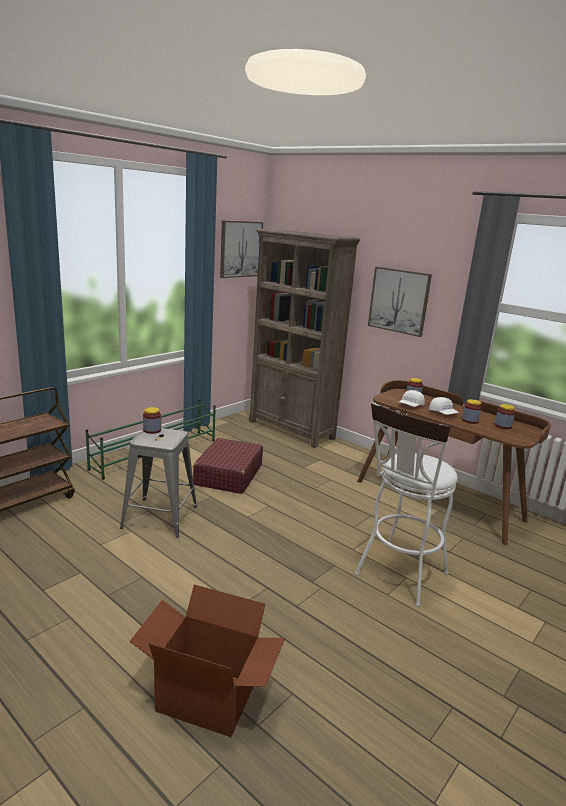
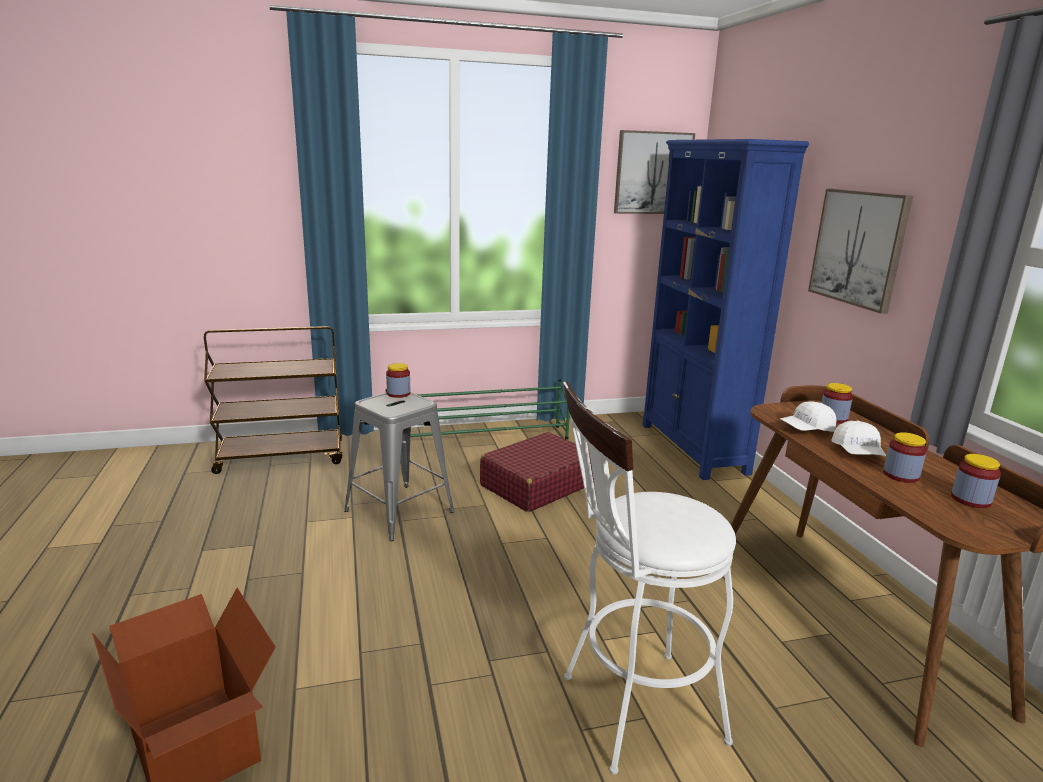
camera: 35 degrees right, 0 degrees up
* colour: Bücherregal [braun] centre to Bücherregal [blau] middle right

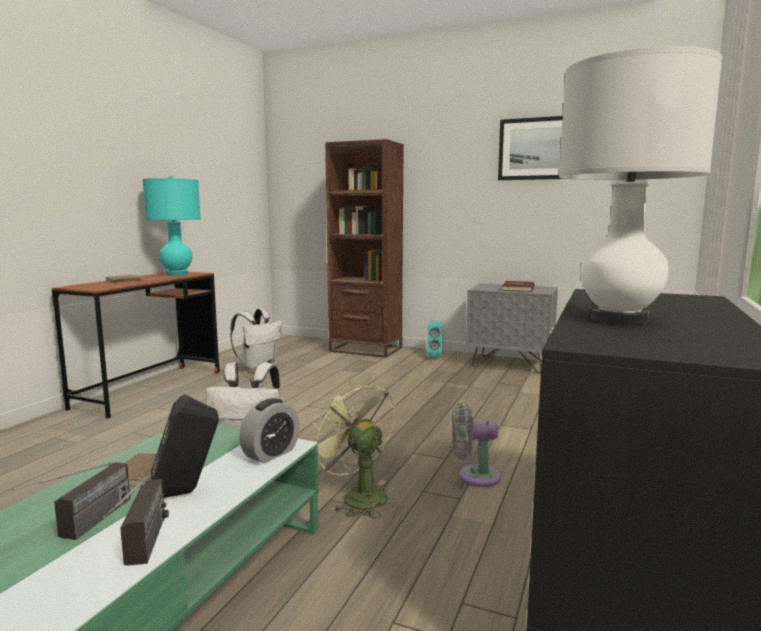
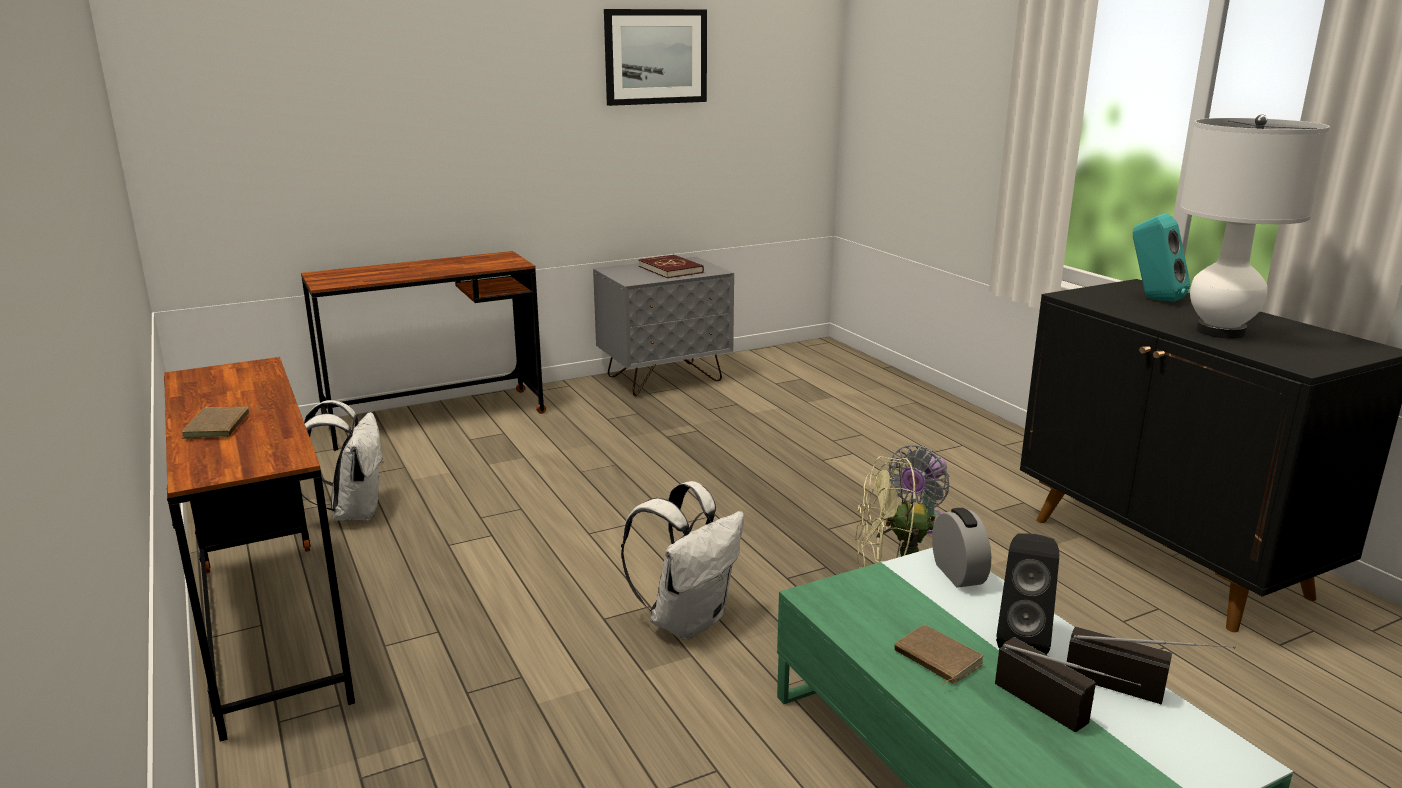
camera: 50 degrees left, 10 degrees up
* exchanged: Bücherregal [braun] centre to Schreibtisch [braun] (no. 2 from left) middle left
* missing: Tischlampe [türkis] middle left
* relocated: Lautsprecher [türkis] centre to top right

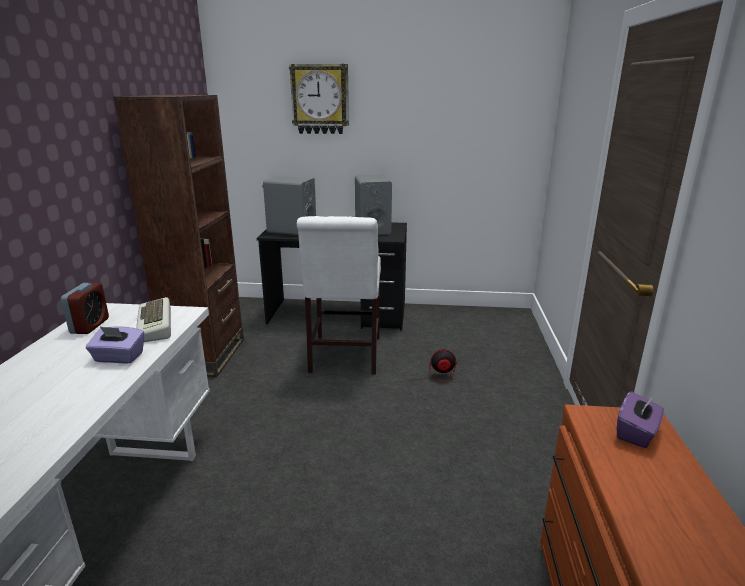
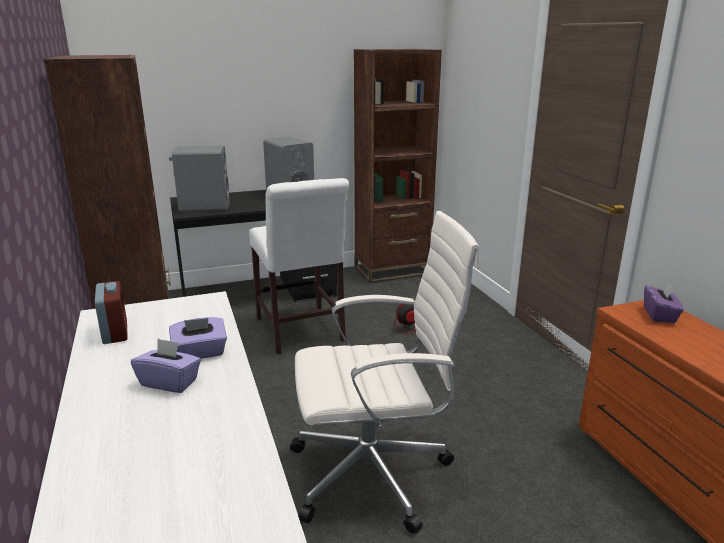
camera: 25 degrees left, 0 degrees up
* missing: Wanduhr top centre
* missing: Tastatur middle left
* appeared: Bücherregal [braun] (no. 2 from left) top centre
* appeared: Bürostuhl [weiß] bottom centre
* appeared: Taschentuchbox [lila] (no. 1 from left) bottom left

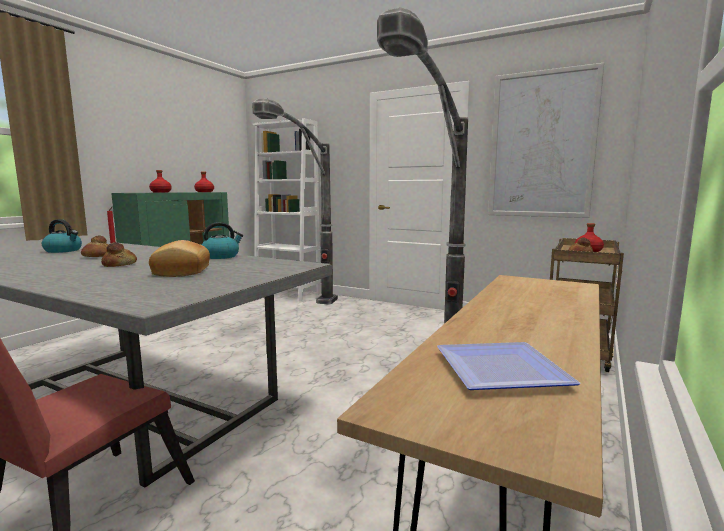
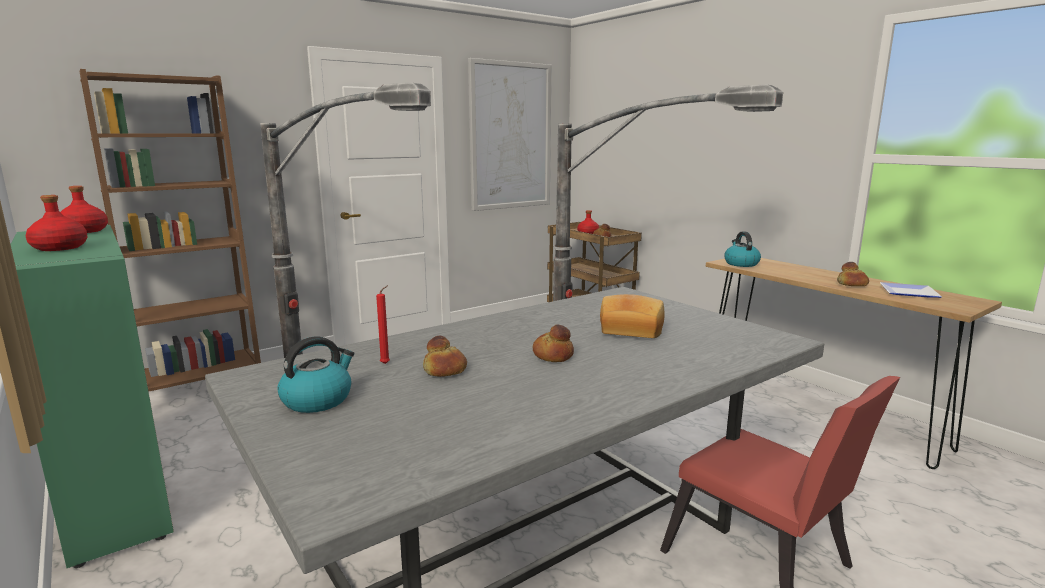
camera: 65 degrees left, 5 degrees up
* colour: Bücherregal [weiß] centre to Bücherregal [braun] middle left
* relocated: Wasserkessel (no. 2 from left) middle left to middle right
* appeared: Brot (no. 5 from left) middle right

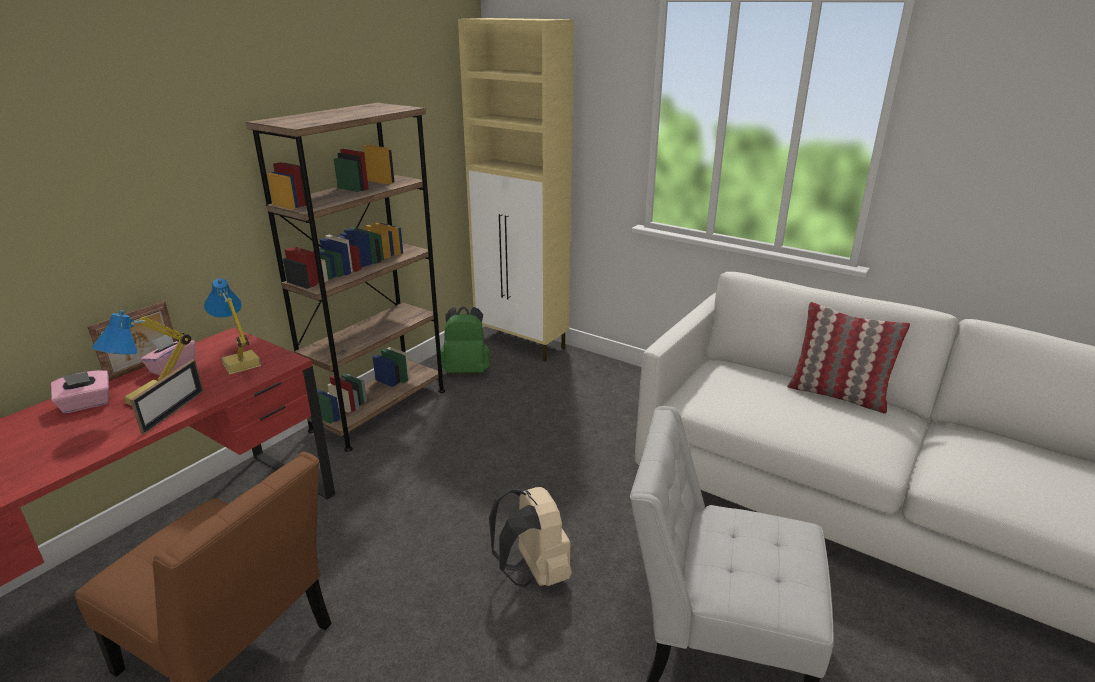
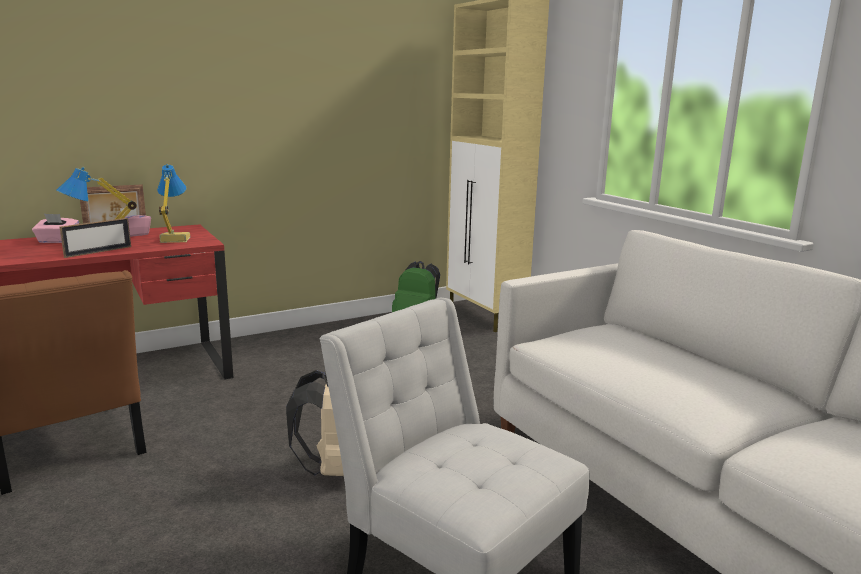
camera: 25 degrees right, 10 degrees down
* missing: Bücherregal [braun] middle left
* missing: Kissen middle right

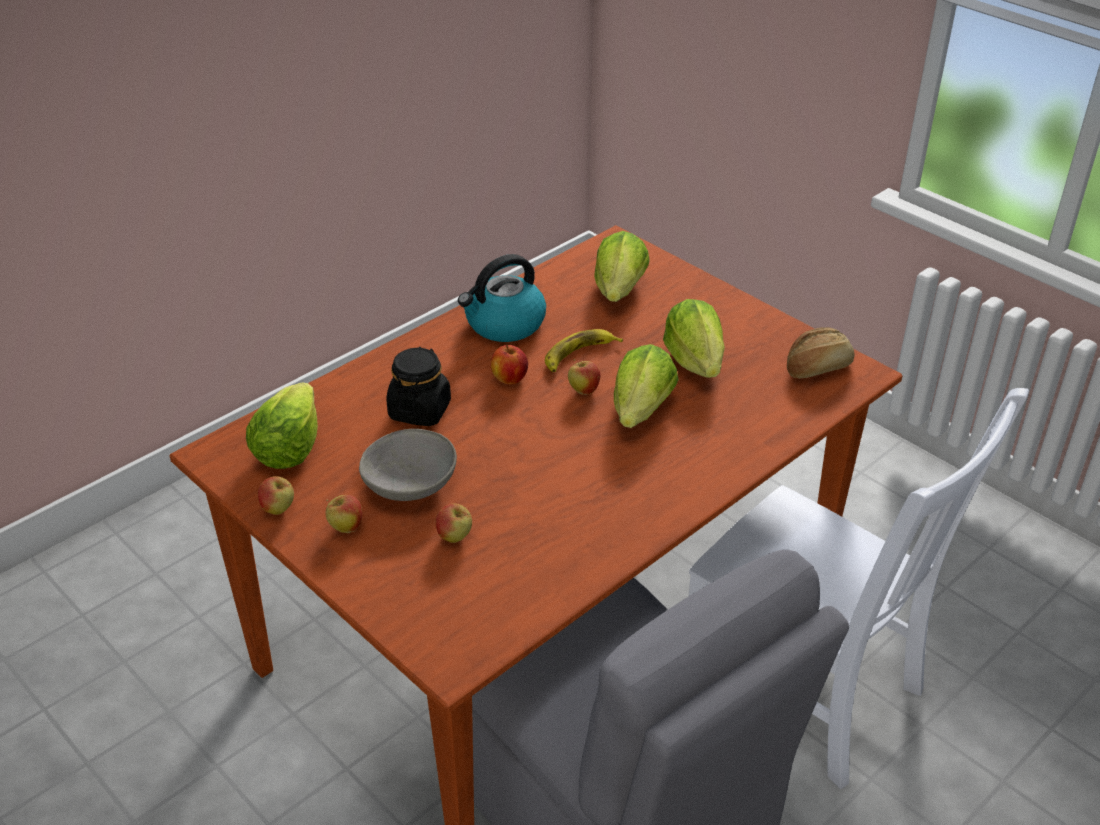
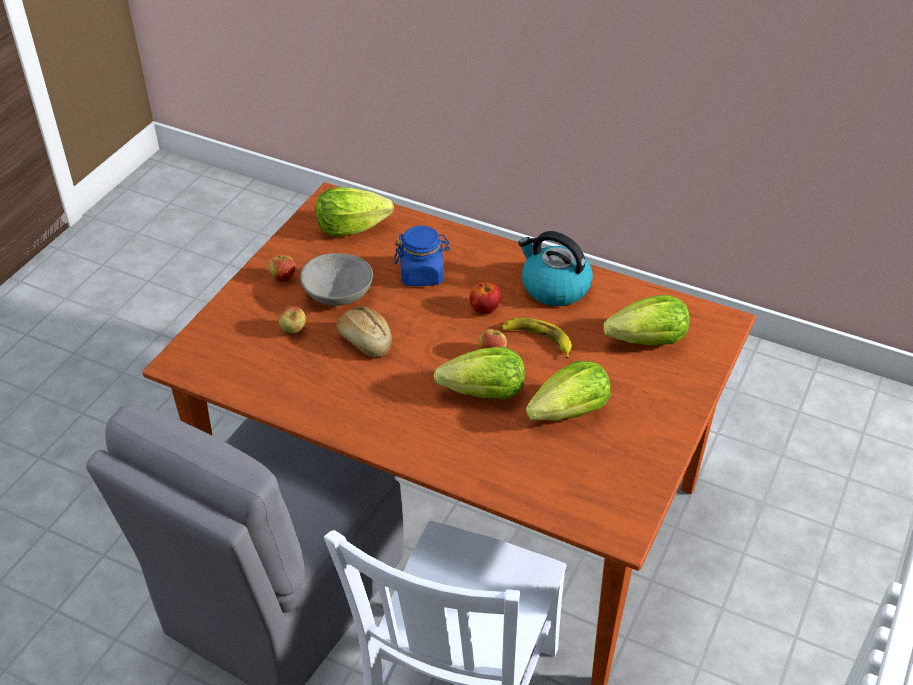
camera: 70 degrees right, 5 degrees up
* relocated: Brot middle right to centre
* colour: Vorratsglas [schwarz] centre to Vorratsglas [blau] centre
* missing: Apfel (no. 1 from left) middle left

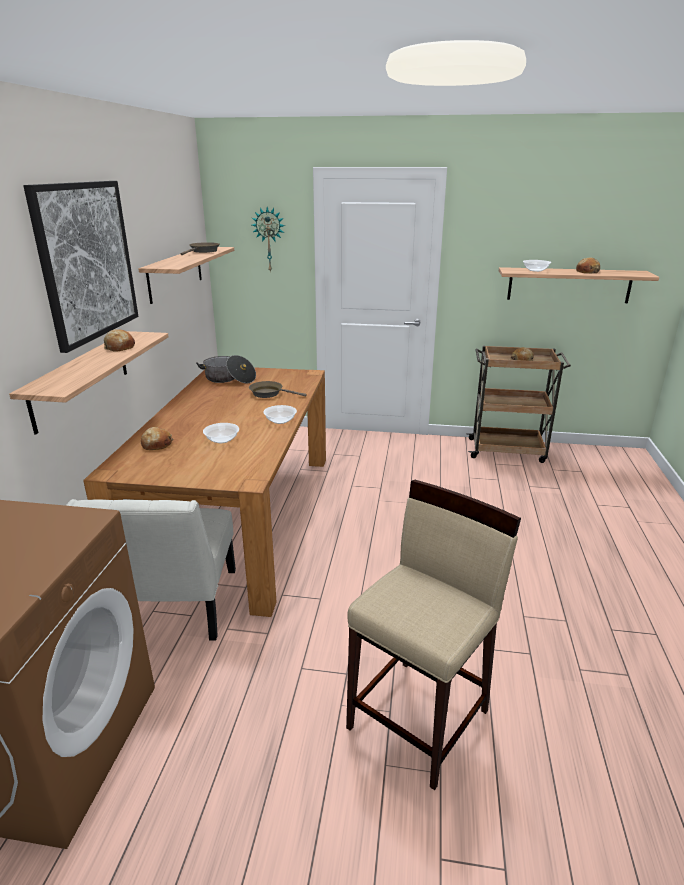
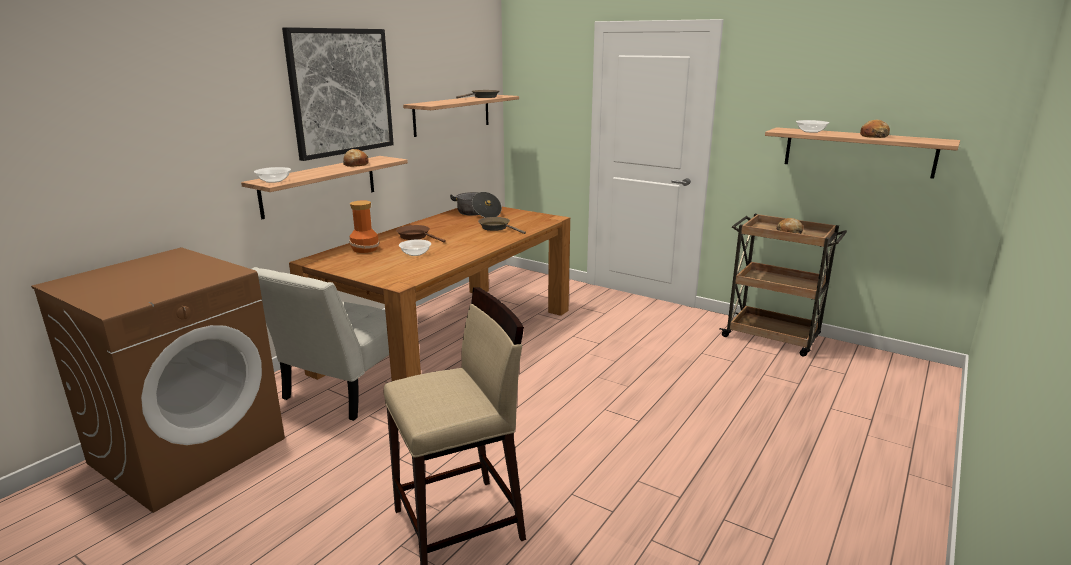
camera: 25 degrees right, 5 degrees down
* missing: Wanduhr top centre
* relocated: Schüssel (no. 2 from left in the first image) centre to Schüssel (no. 1 from left) top left
* exchanged: Brot (no. 2 from left) middle left to Vase centre
* appeared: Pfanne [braun] (no. 1 from left) centre

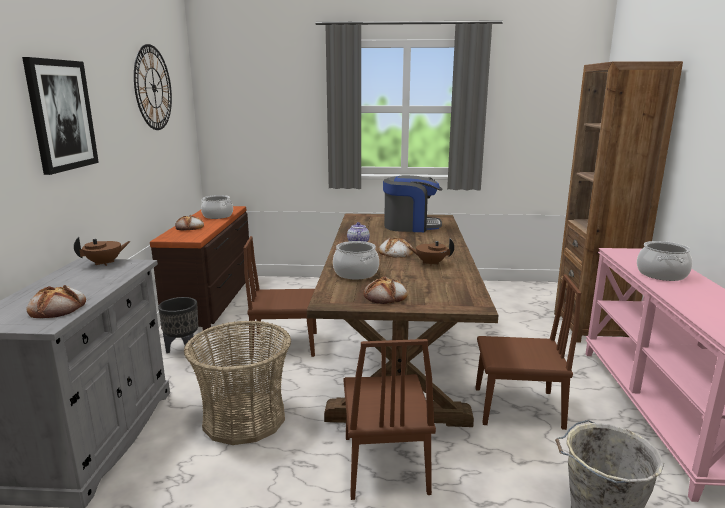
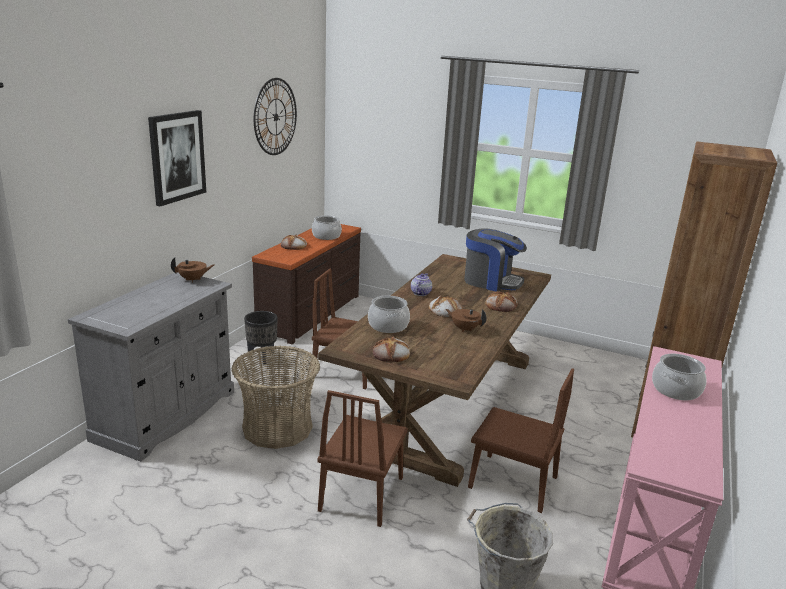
camera: 20 degrees right, 5 degrees up
* relocated: Brot (no. 1 from left in the first image) middle left to Brot (no. 4 from left) centre

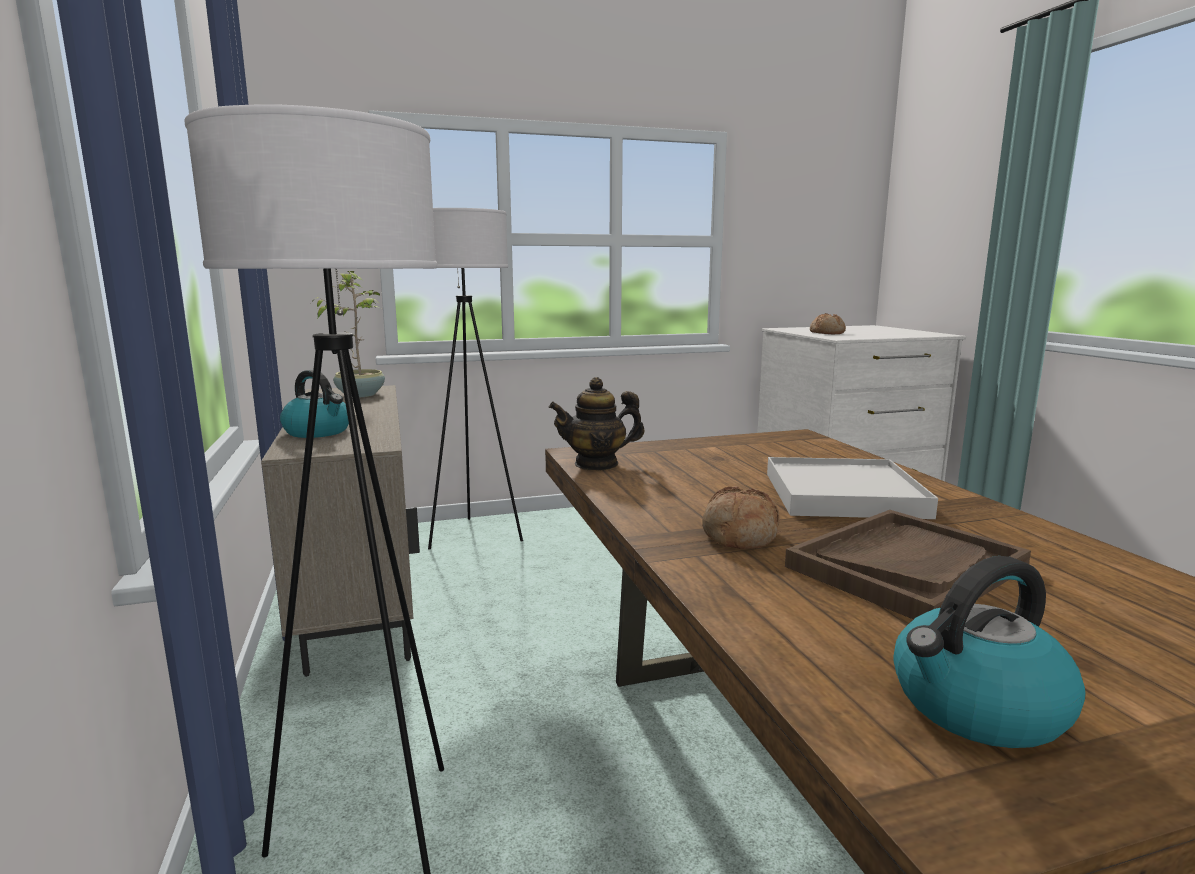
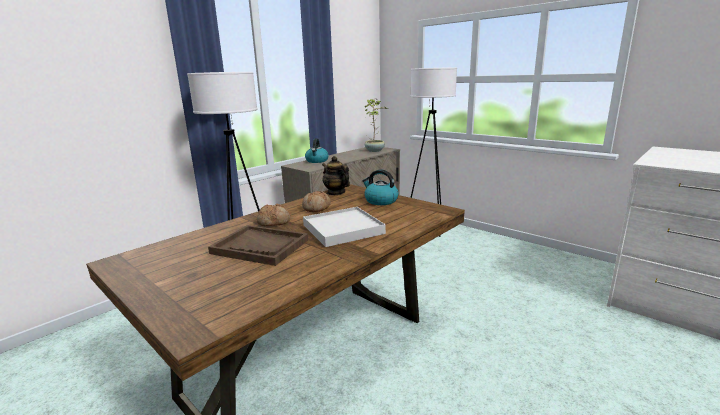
camera: 60 degrees right, 5 degrees up
* relocated: Brot (no. 2 from left) middle right to centre
* relocated: Wasserkessel (no. 2 from left) bottom right to centre

